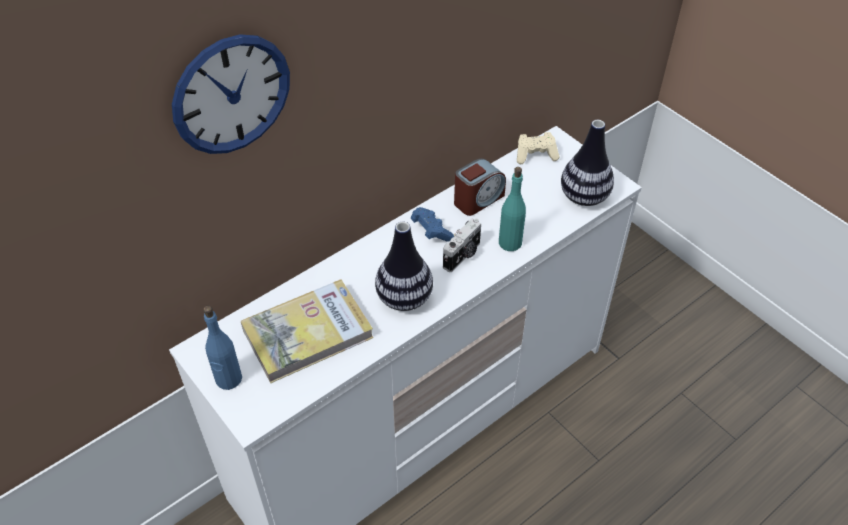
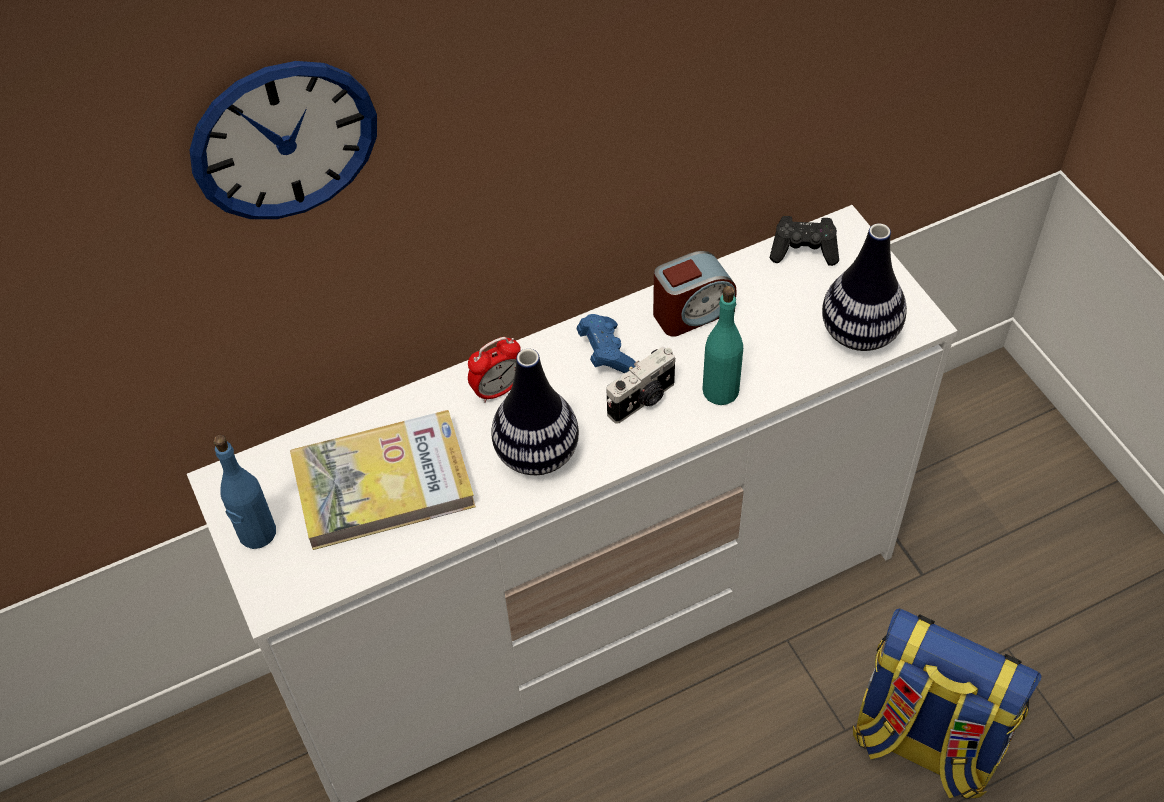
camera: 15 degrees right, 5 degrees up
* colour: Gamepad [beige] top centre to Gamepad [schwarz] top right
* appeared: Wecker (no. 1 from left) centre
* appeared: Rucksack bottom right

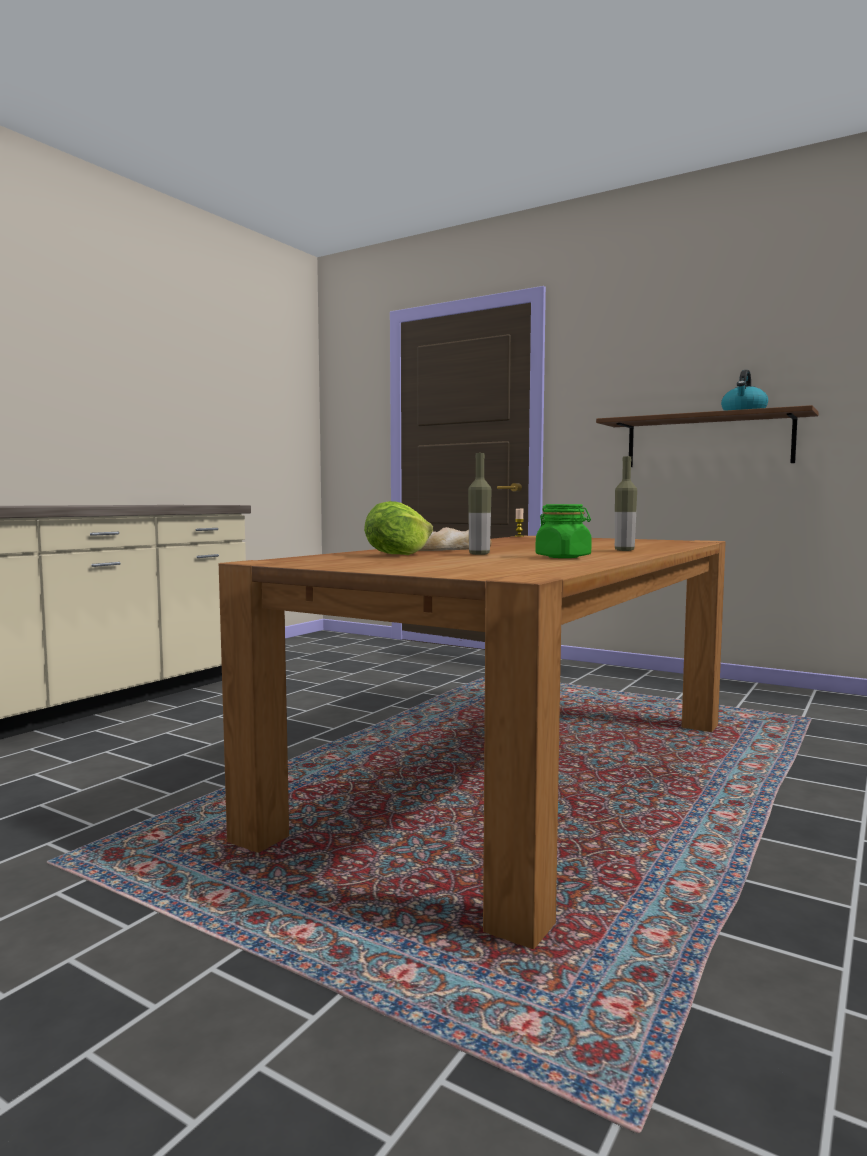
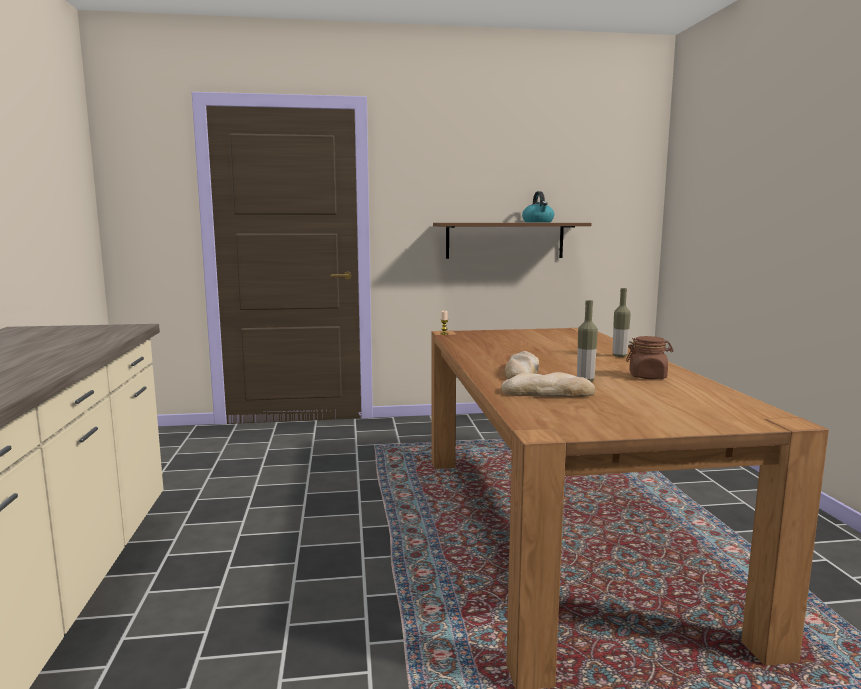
camera: 40 degrees left, 5 degrees up
* exchanged: Salatkopf centre to Brot (no. 2 from left) centre
* colour: Vorratsglas [grün] centre to Vorratsglas [braun] middle right

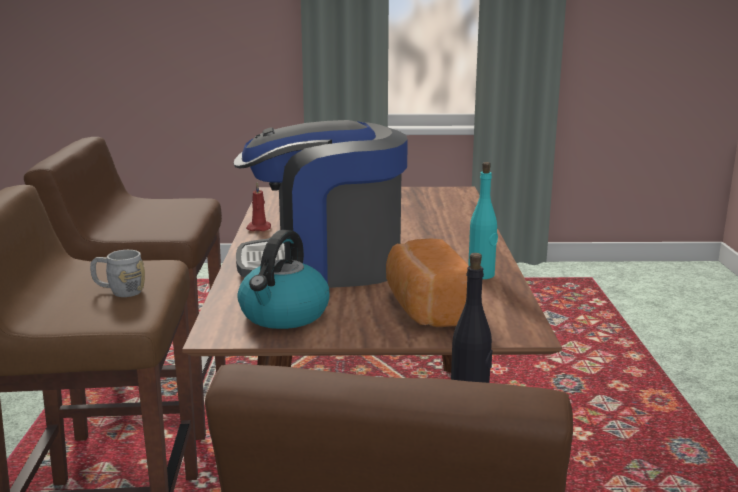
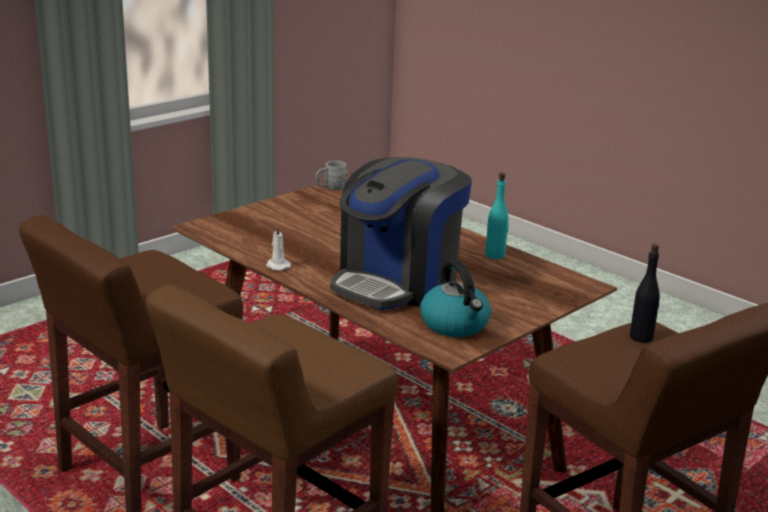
camera: 45 degrees left, 5 degrees up
* colour: Kerze [rot] centre to Kerze [weiß] centre
* missing: Brot centre
* relocated: Henkelbecher [grau] middle left to centre

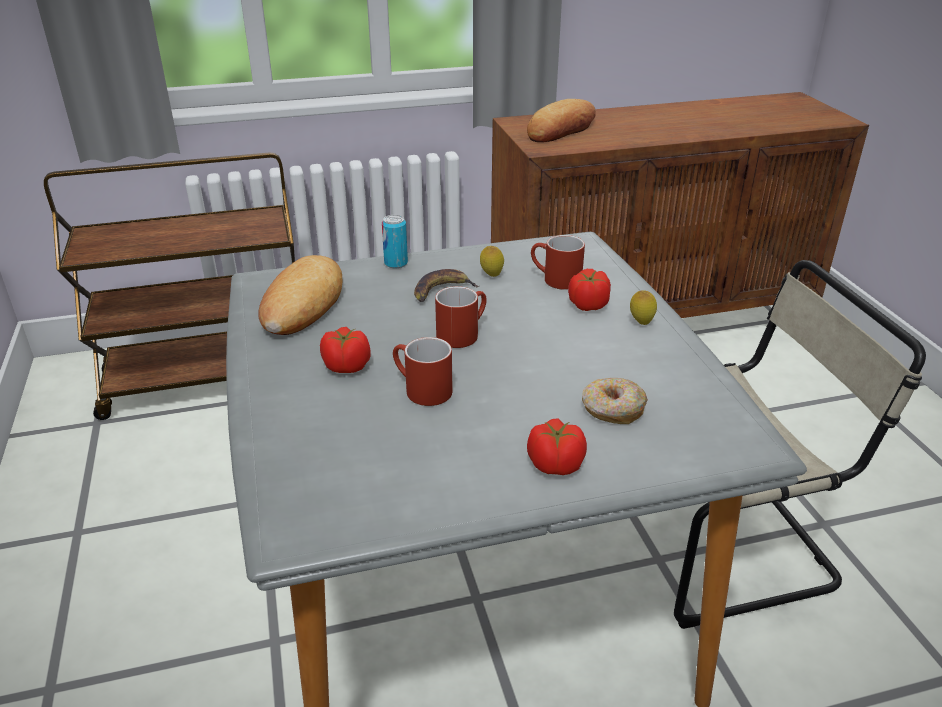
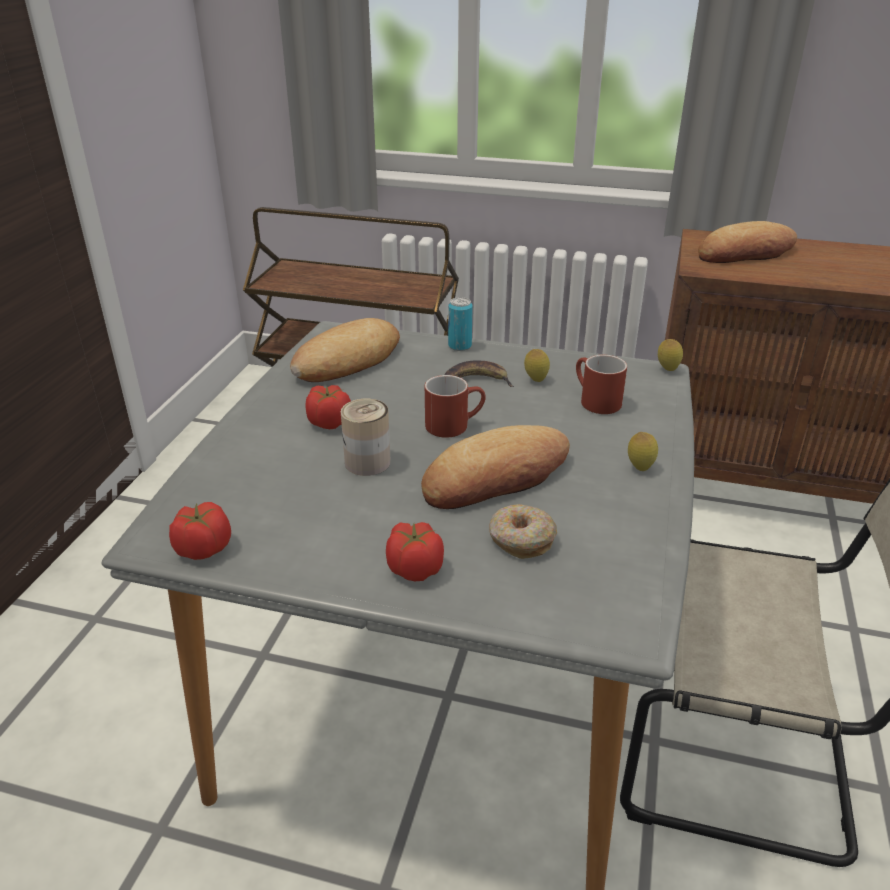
camera: 30 degrees right, 0 degrees up
* relocated: Tomate (no. 3 from left in the first image) centre to Tomate (no. 1 from left) middle left
* exchanged: Henkelbecher [rot] (no. 1 from left) centre to Dose (no. 1 from left) centre
* appeared: Zitrone (no. 3 from left) middle right
* appeared: Brot (no. 2 from left) centre

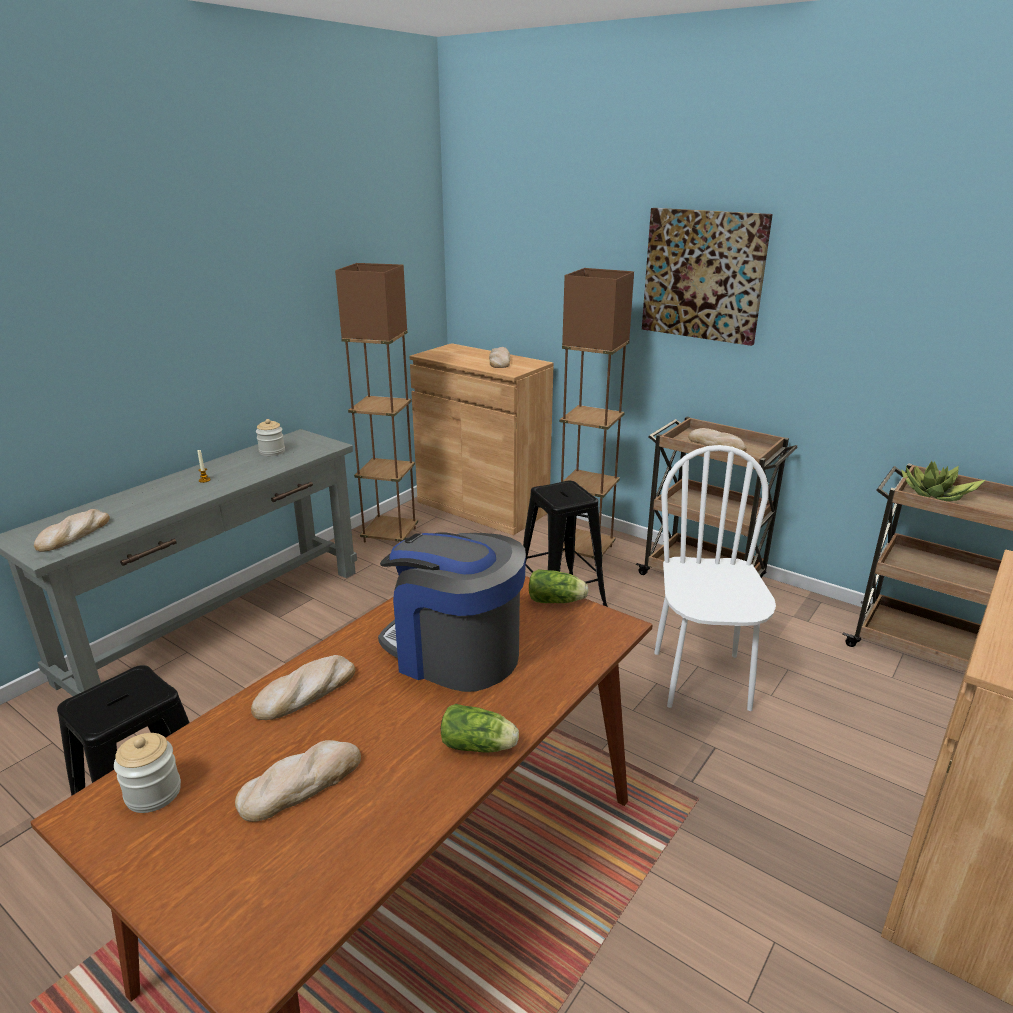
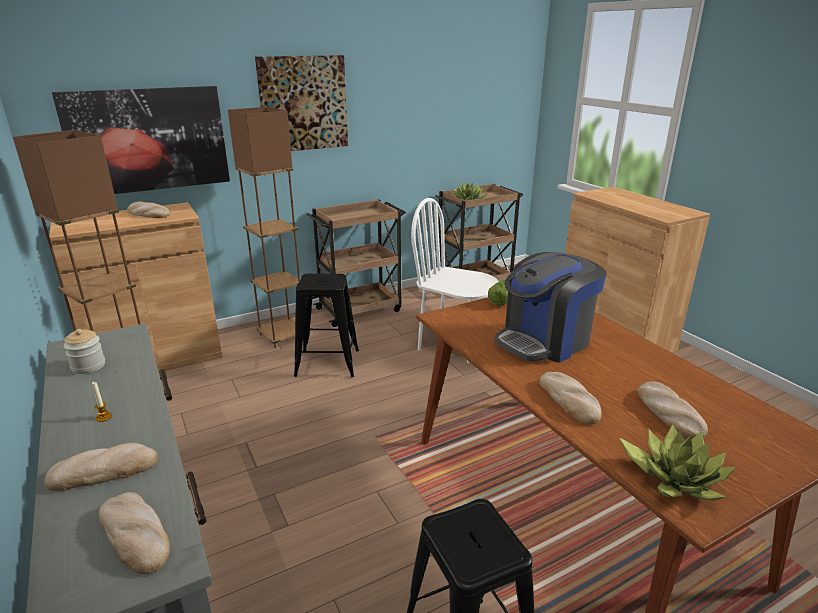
camera: 65 degrees left, 0 degrees up
* relocated: Brot (no. 5 from left in the first image) middle right to Brot (no. 1 from left) bottom left
* missing: Salatkopf (no. 1 from left) bottom centre
* exchanged: Vorratsglas (no. 1 from left) bottom left to Topfpflanze (no. 2 from left) bottom right
* appeared: Bild (no. 1 from left) top left

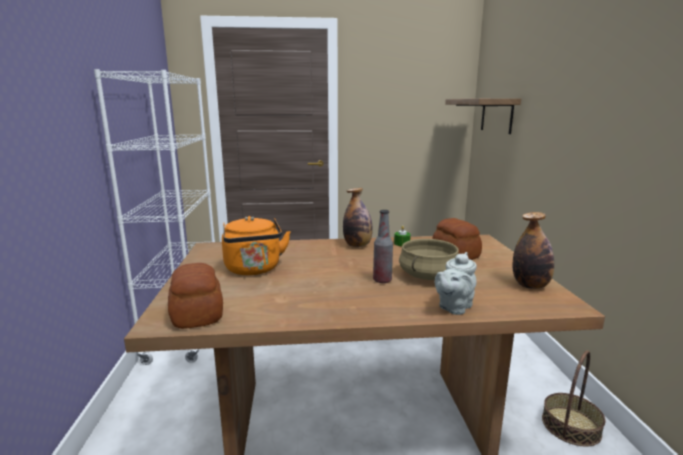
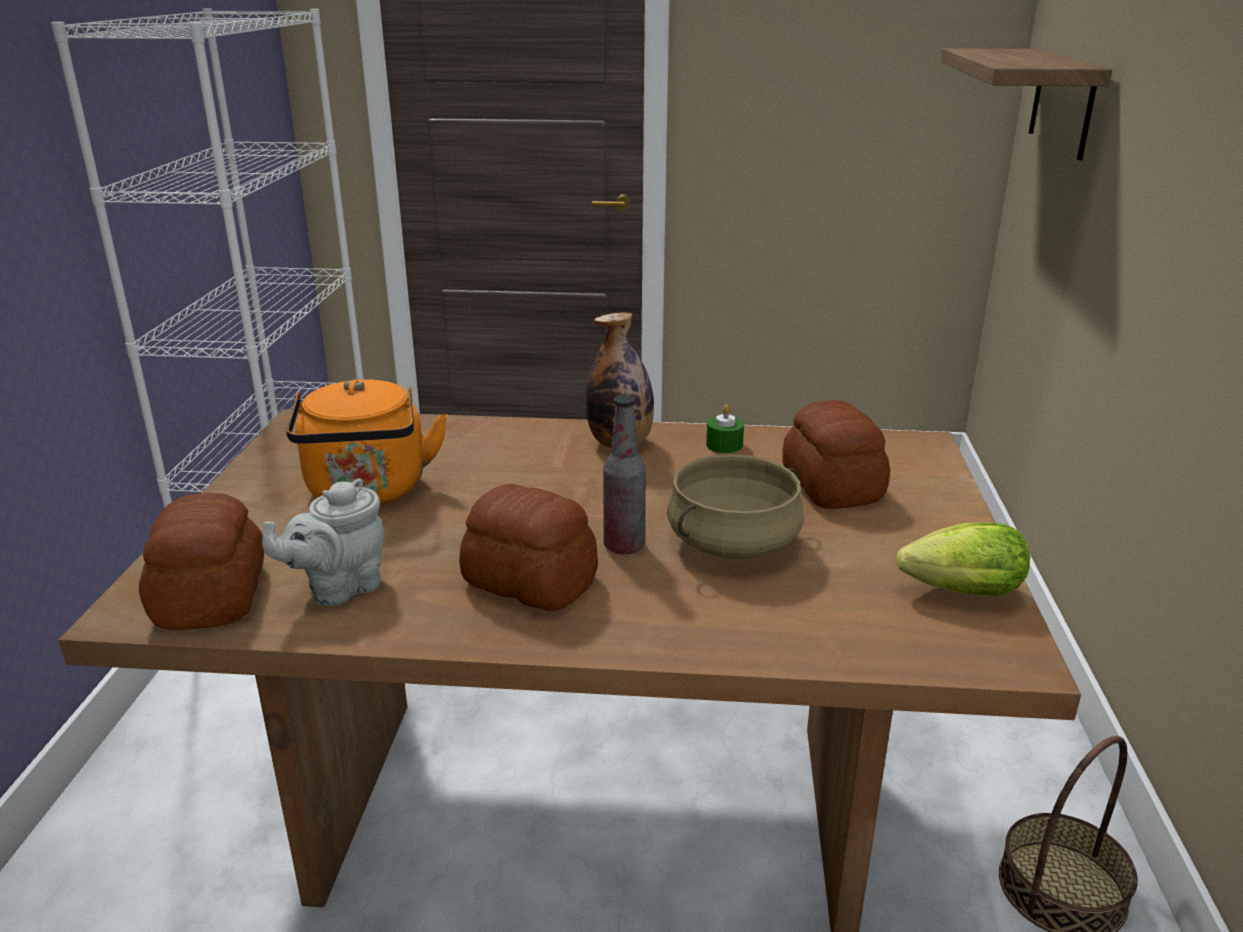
camera: 10 degrees right, 10 degrees up
* exchanged: Flasche (no. 3 from left) middle right to Salatkopf middle right
* relocated: Teekanne [grau] middle right to middle left
* appeared: Brot (no. 2 from left) centre

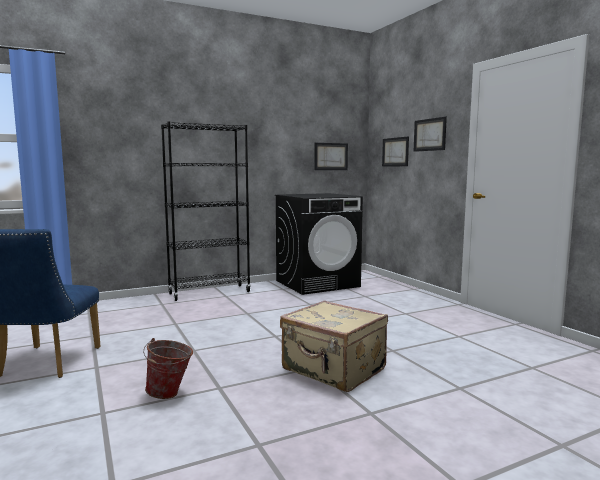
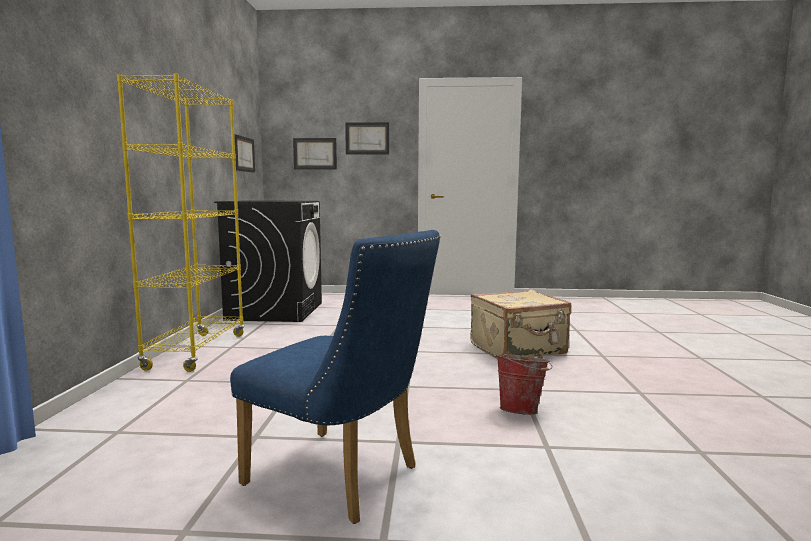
camera: 60 degrees left, 0 degrees up
* colour: Bücherregal [schwarz] centre to Bücherregal [gelb] middle left

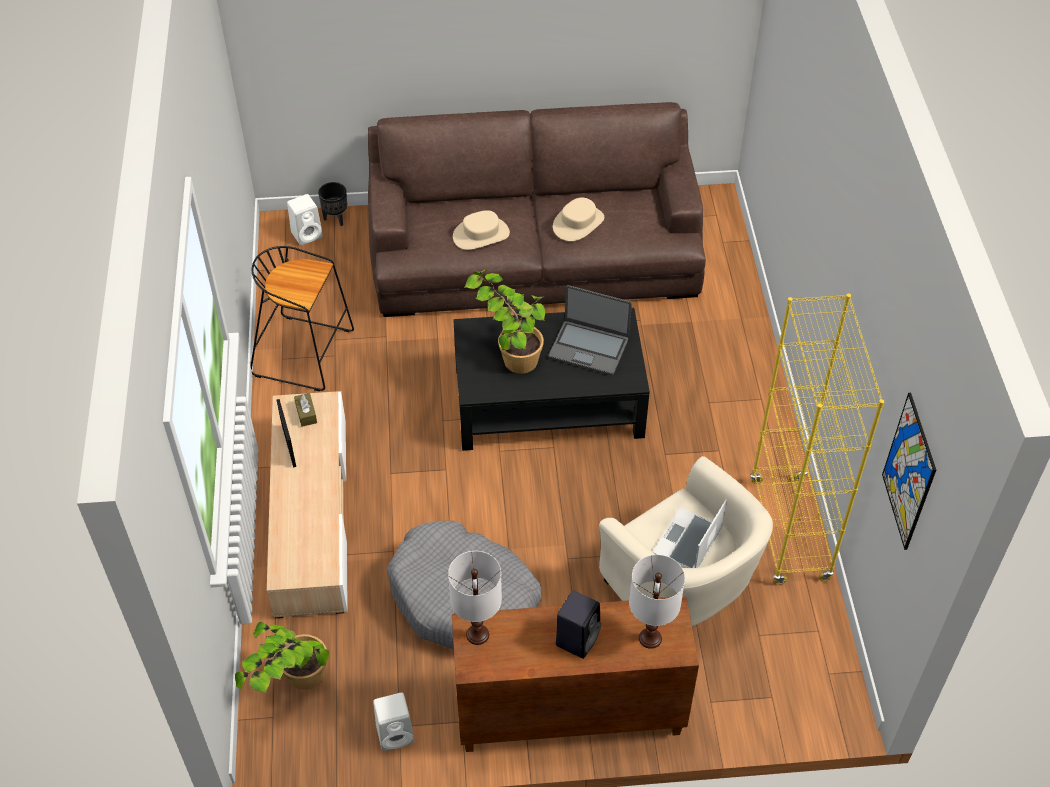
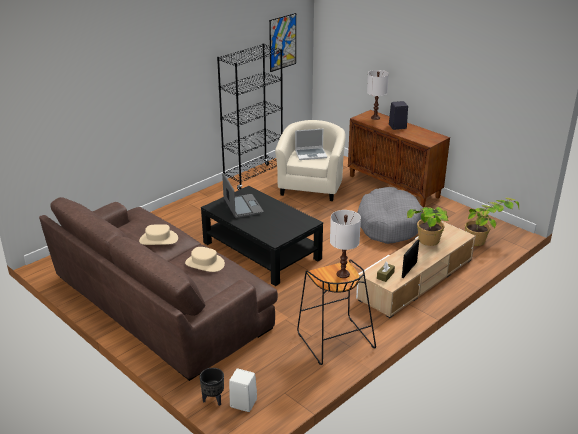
camera: 130 degrees left, 20 degrees down
* relocated: Topfpflanze (no. 2 from left in the first image) centre to Topfpflanze (no. 1 from left) middle right
* colour: Bücherregal [gelb] middle right to Bücherregal [schwarz] top centre
* relocated: Tischlampe [weiß] (no. 1 from left) bottom centre to centre
* missing: Lautsprecher [weiß] (no. 2 from left) bottom centre

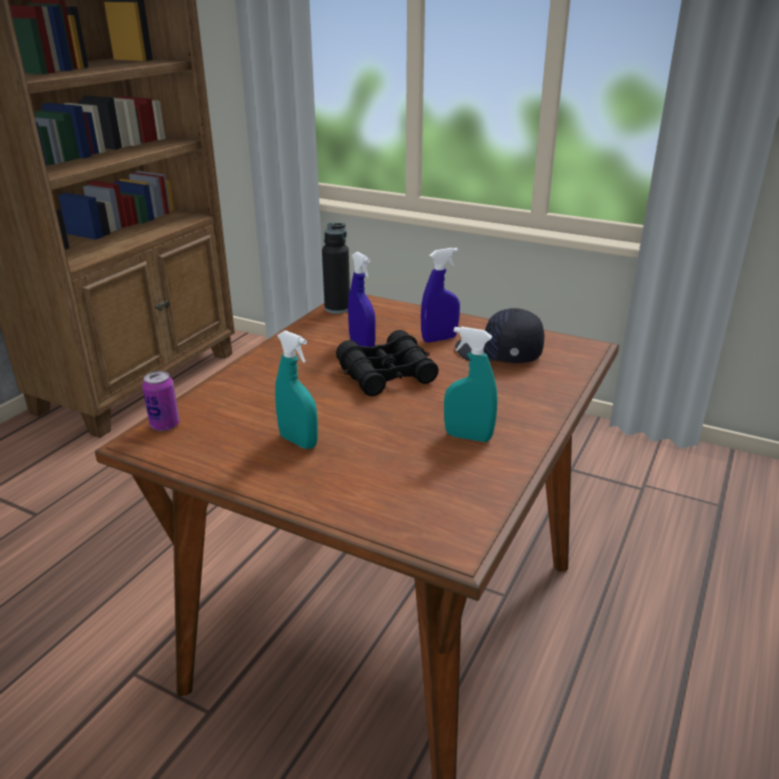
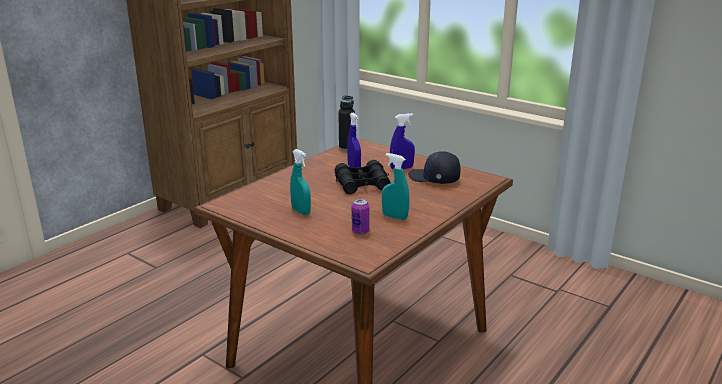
camera: 10 degrees right, 5 degrees down
* relocated: Dose middle left to centre

